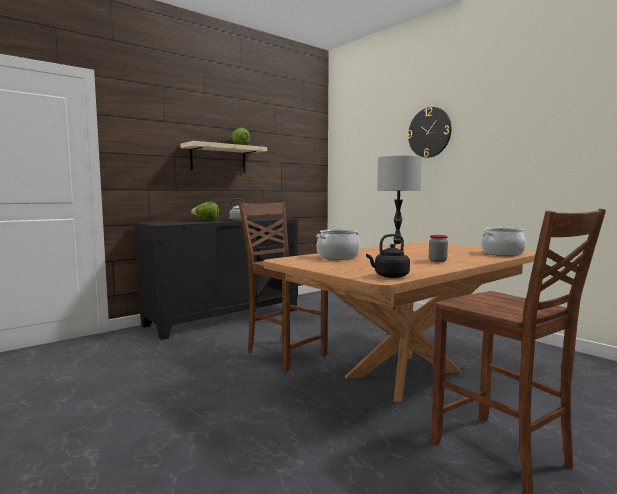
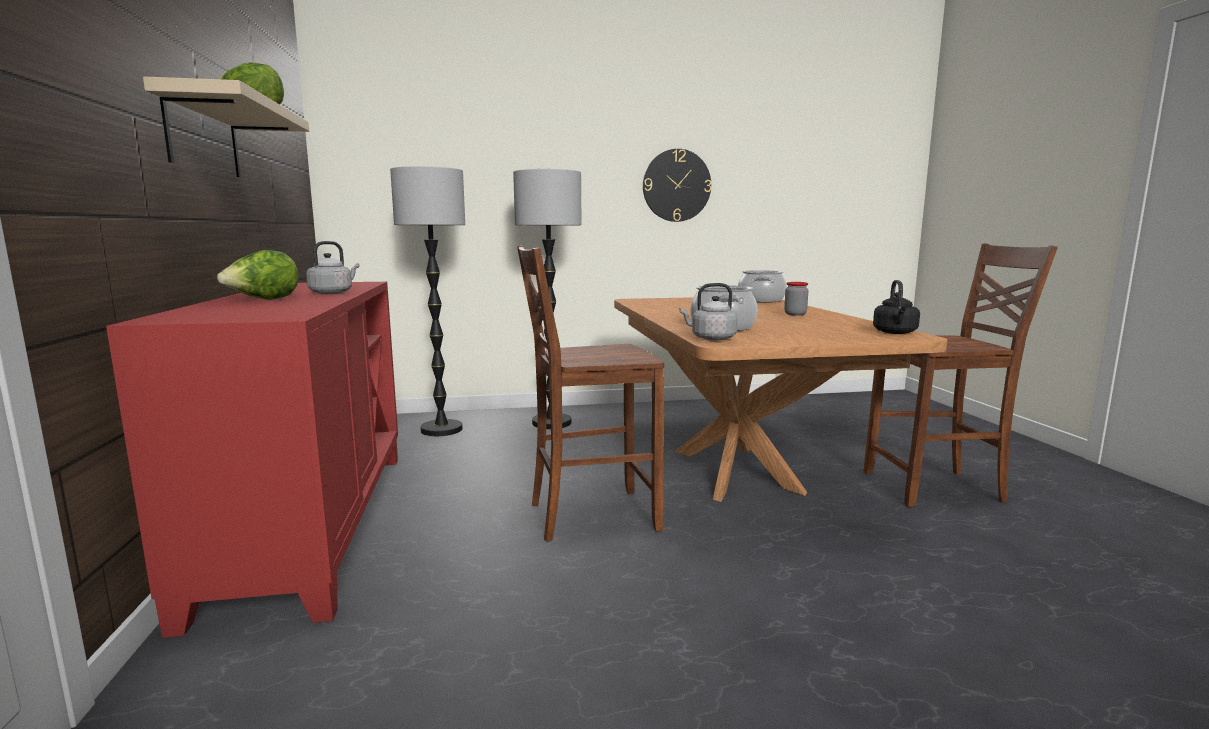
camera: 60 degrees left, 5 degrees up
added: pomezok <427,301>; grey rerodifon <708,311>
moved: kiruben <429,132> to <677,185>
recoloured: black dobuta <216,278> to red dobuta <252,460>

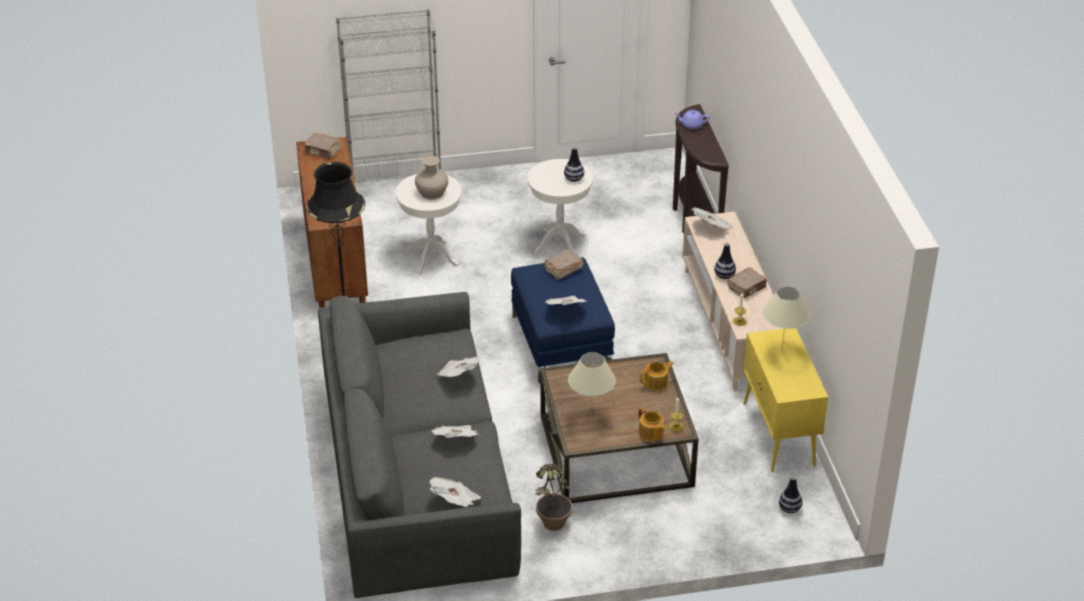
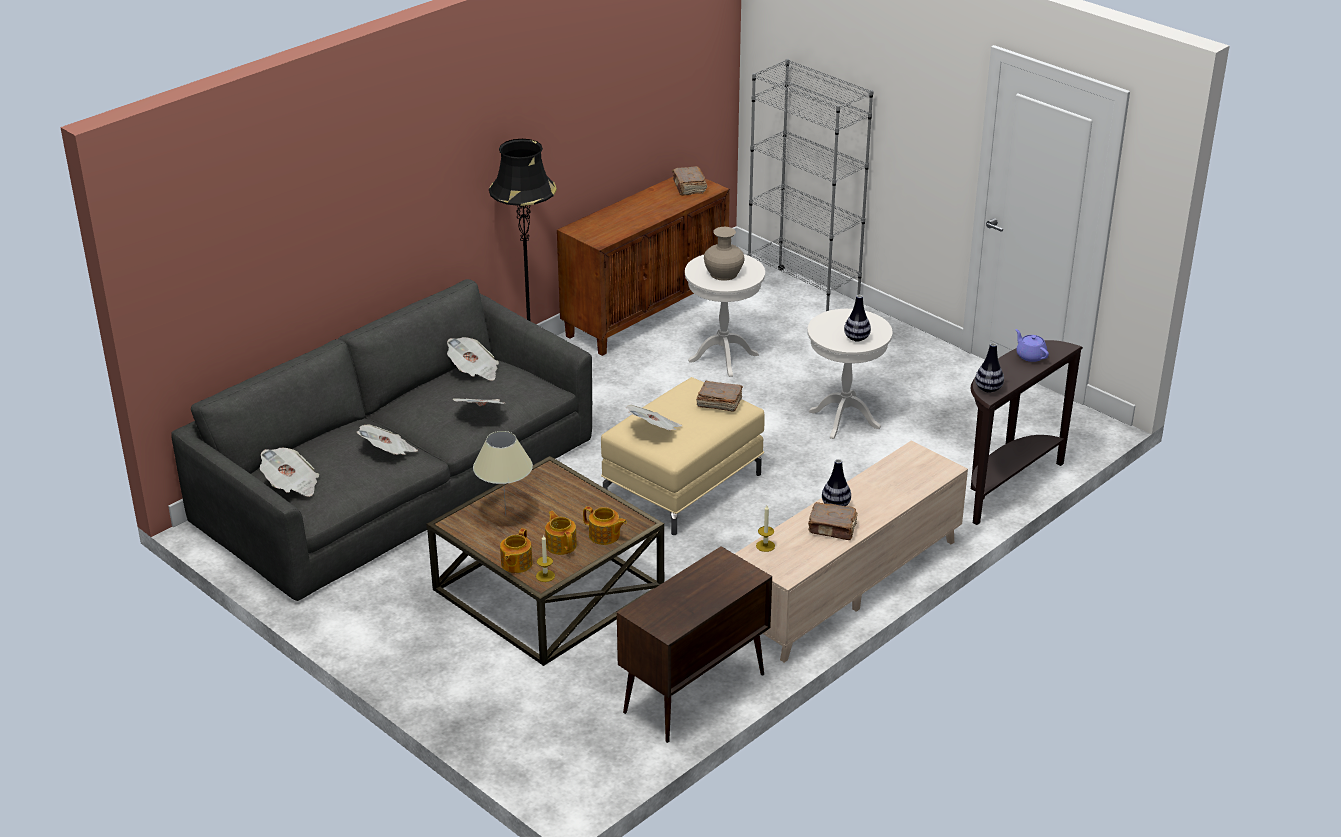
camera: 55 degrees right, 5 degrees down
removed: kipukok <553,497>; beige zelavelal <786,317>
added: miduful <561,533>
moved: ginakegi <711,218> to <473,359>; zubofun <791,494> to <989,368>
recoloured: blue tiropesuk <563,320> to beige tiropesuk <683,456>; yellow dobuta <785,400> to brown dobuta <694,644>

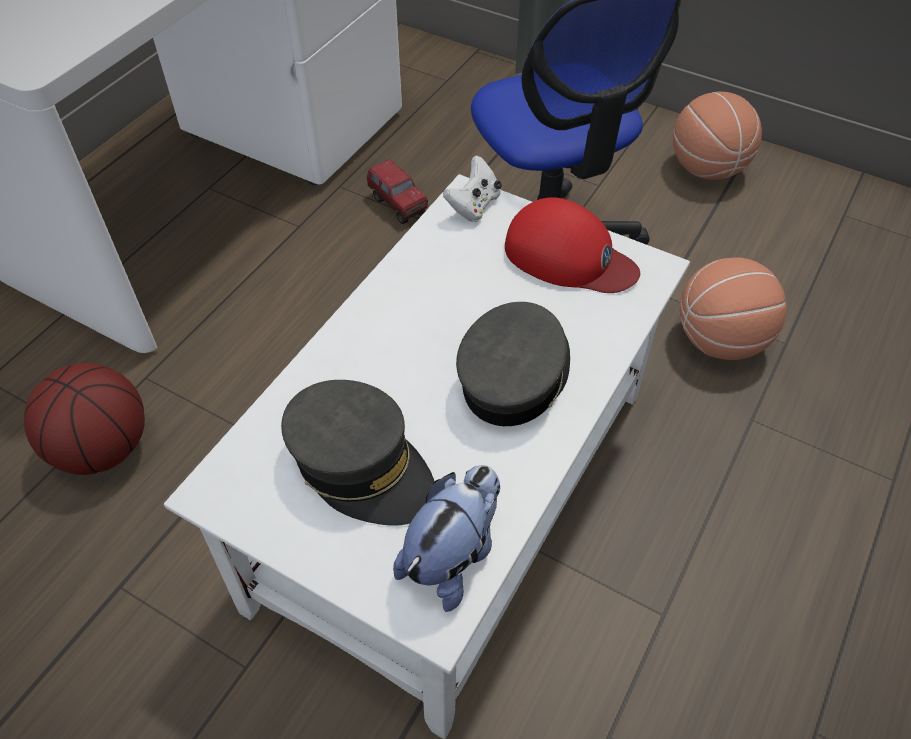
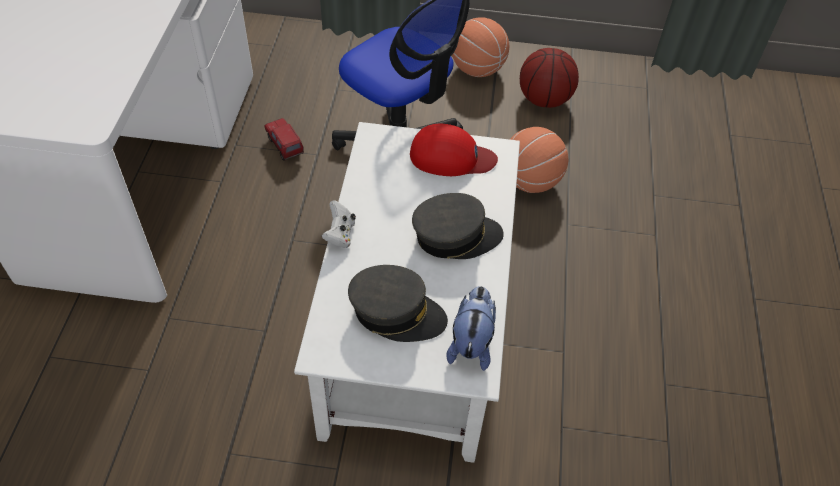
camera: 25 degrees left, 0 degrees up
moved: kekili <84,419> to <549,78>; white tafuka <472,188> to <339,224>
turned: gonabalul <397,192> = <284,139> 150 degrees counterclockwise; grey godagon <513,364> = <458,226> 75 degrees clockwise

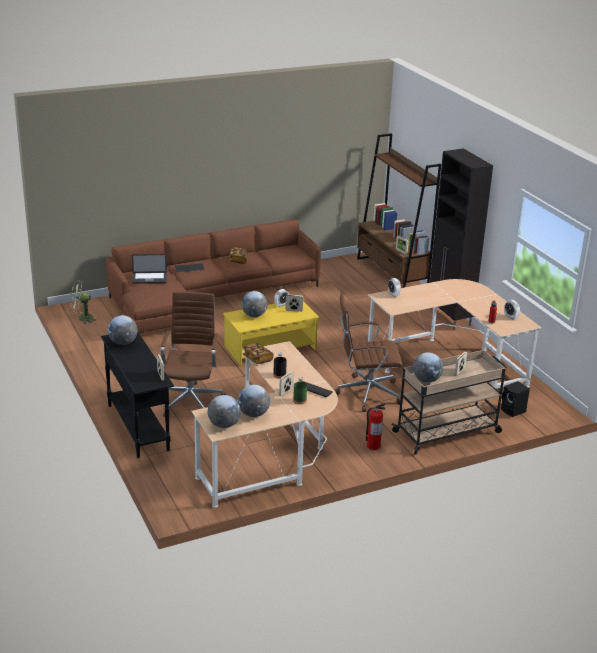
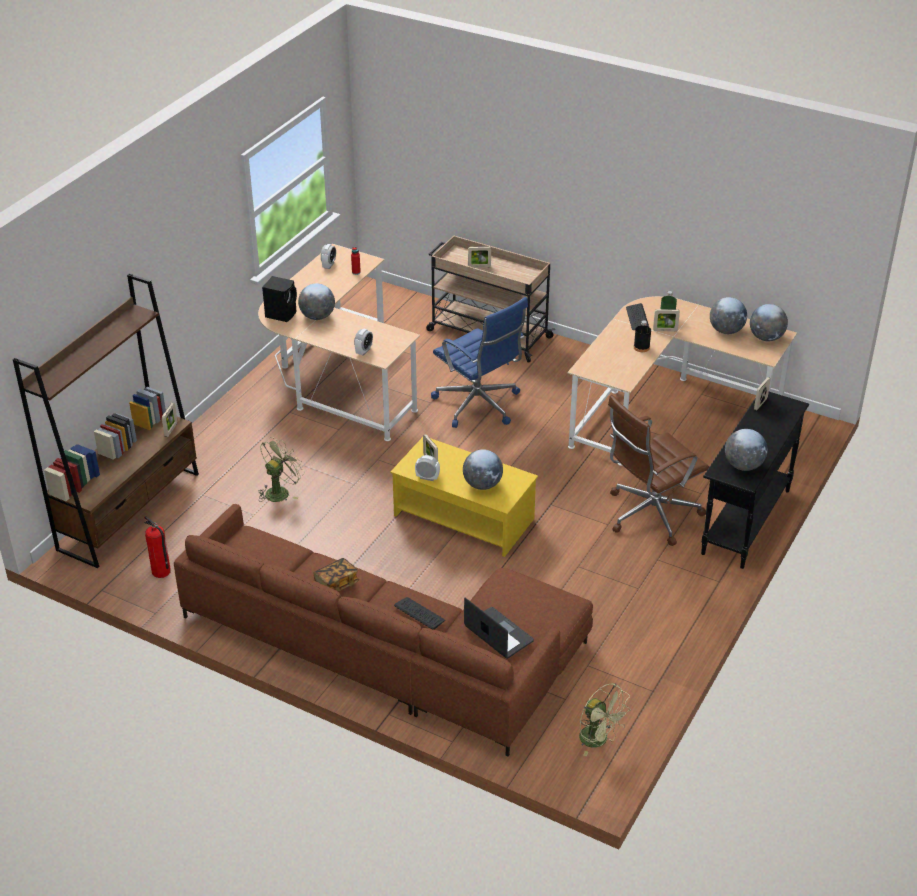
camera: 125 degrees left, 10 degrees up
removed: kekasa <258,353>; black dobuta <461,239>
added: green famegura <281,469>
moved: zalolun <375,427> to <157,547>; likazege <428,367> to <316,301>; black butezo <515,399> to <279,299>
recoloured: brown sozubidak <368,352> to blue sozubidak <479,362>

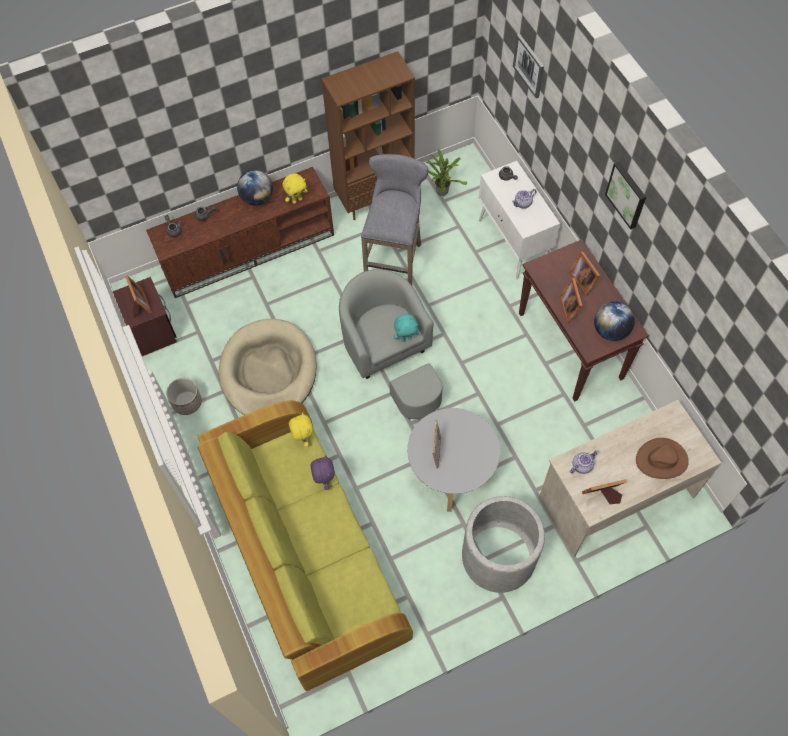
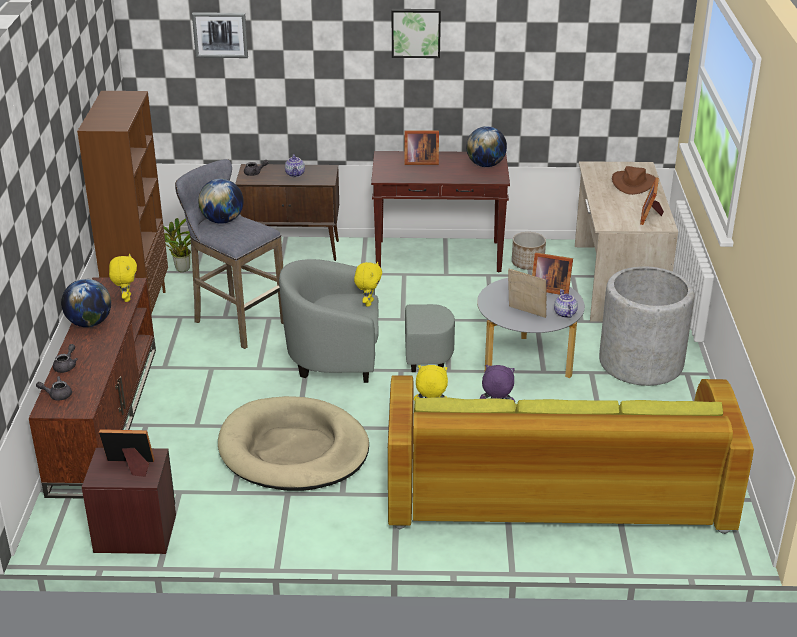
camera: 65 degrees left, 30 degrees down
added: likazege <221,201>
moved: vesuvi <184,396> to <529,251>; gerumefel <570,301> to <552,273>; miduful <584,462> to <566,303>
recoloured: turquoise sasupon <406,328> to yellow sasupon <368,284>; white dobuta <519,220> to brown dobuta <287,212>

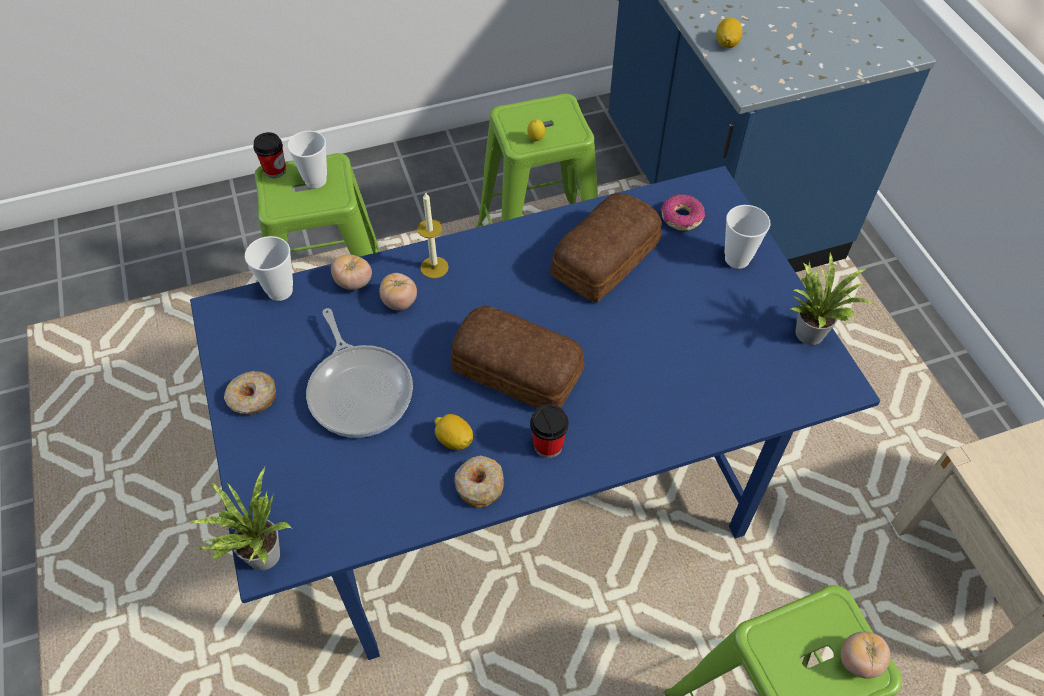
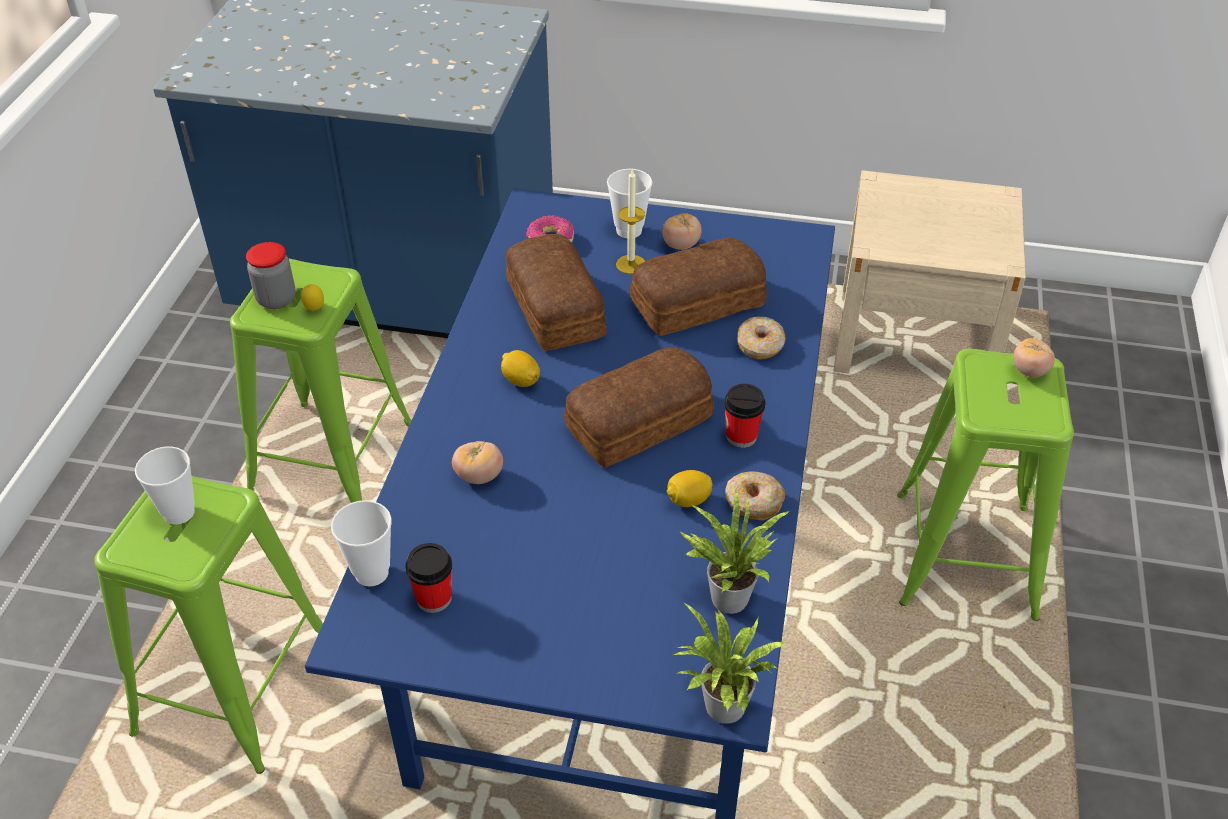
camera: 60 degrees left, 10 degrees down
removed: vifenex <359,373>
added: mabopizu <271,275>; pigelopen <698,286>
moved: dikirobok <250,393> to <761,337>; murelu <269,155> to <429,578>; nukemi <351,272> to <682,231>; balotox <433,235> to <630,222>; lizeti <729,33> to <520,368>; kipukok <832,299> to <734,551>

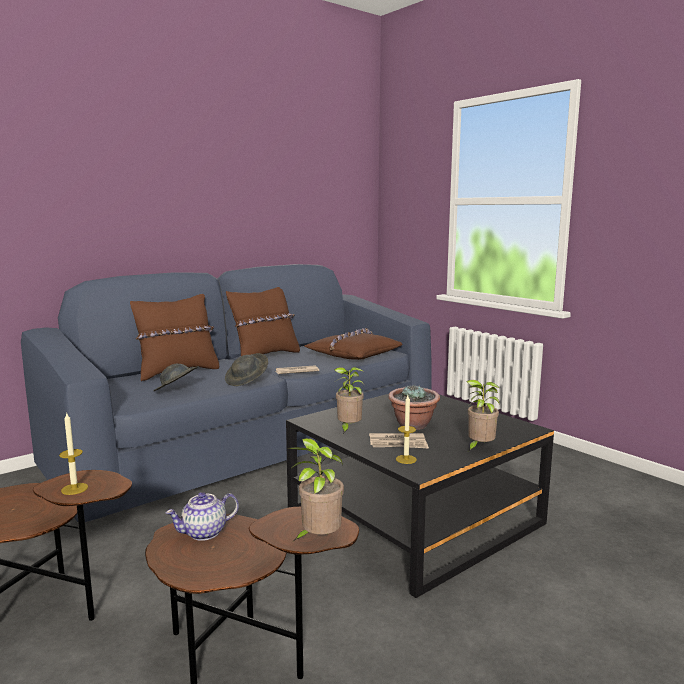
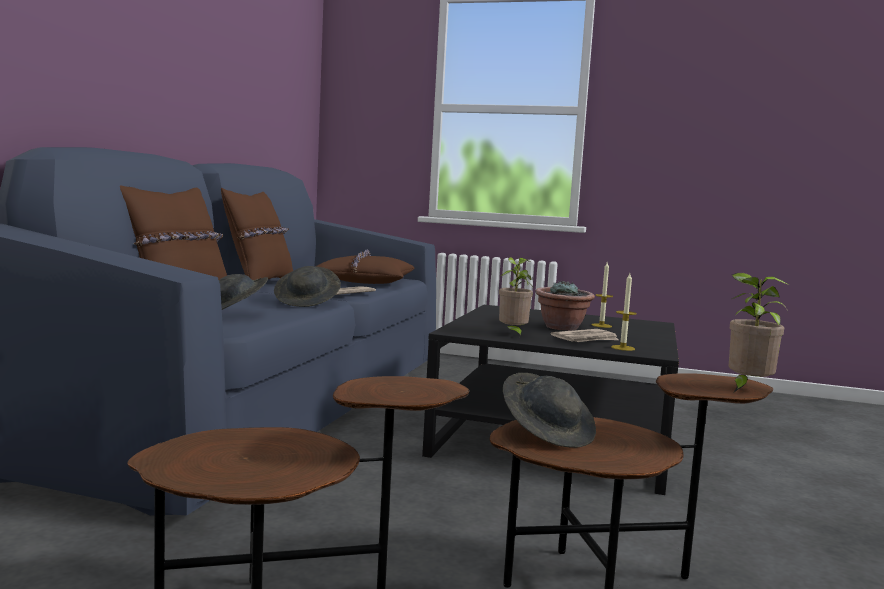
camera: 35 degrees left, 5 degrees down
removed: kipukok <483,415>
moved: balotox <73,454> to <602,295>
replaced: miduful <202,516> to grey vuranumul <549,410>

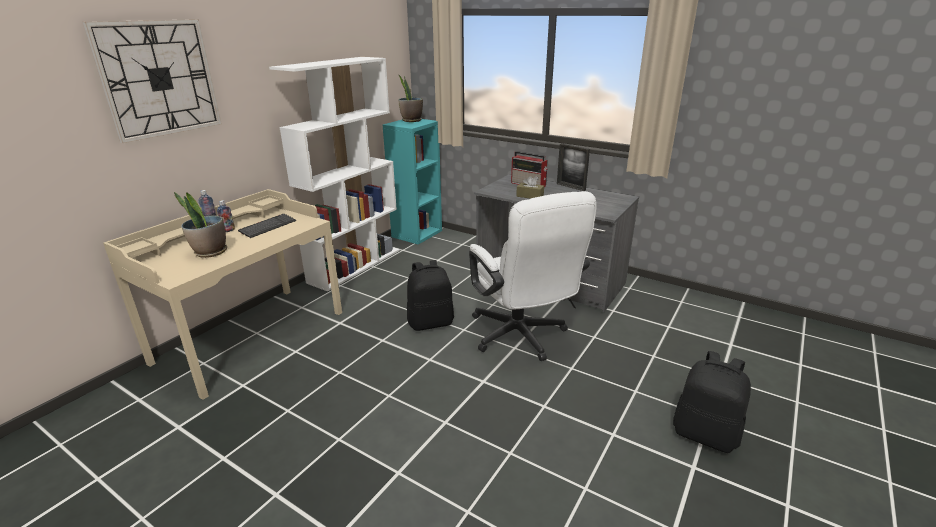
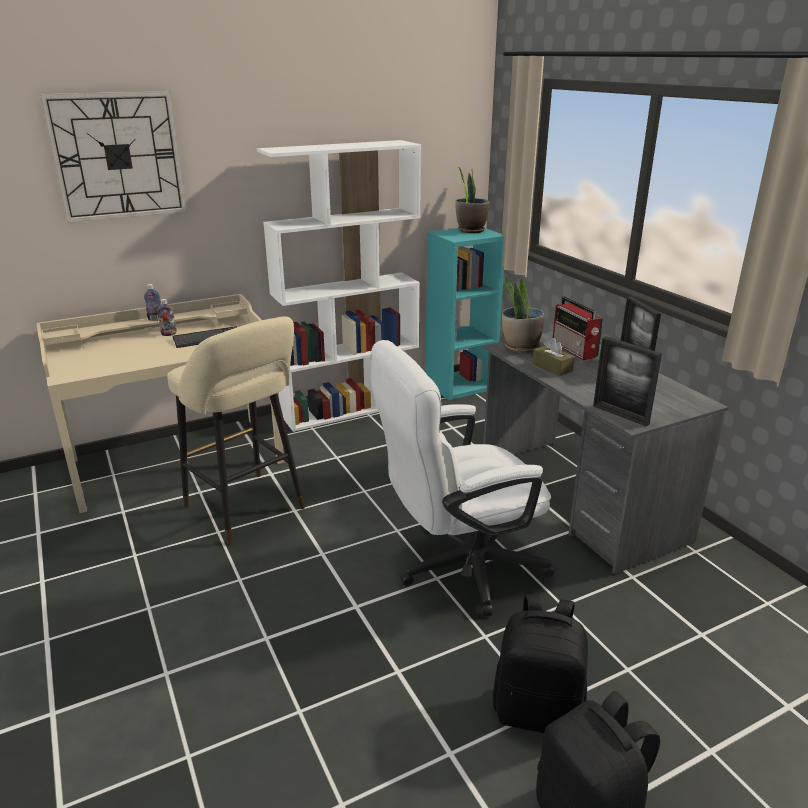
camera: 30 degrees right, 0 degrees up
added: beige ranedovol <236,430>; gerumefel <627,381>
moved: kipukok <200,225> to <523,314>; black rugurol <430,295> to <540,663>
turned: white sozubidak <533,276> = <462,478> 60 degrees clockwise

